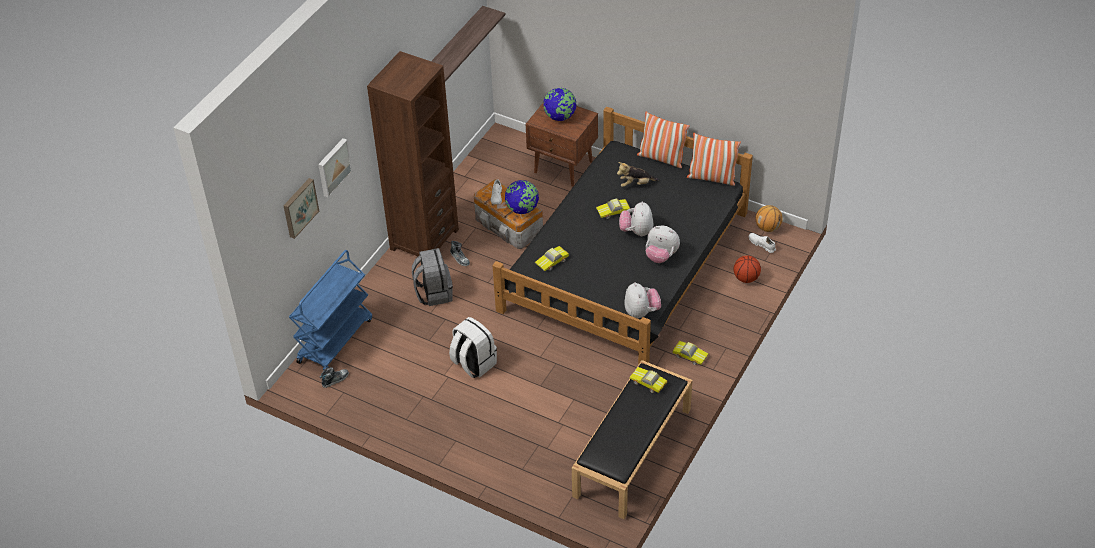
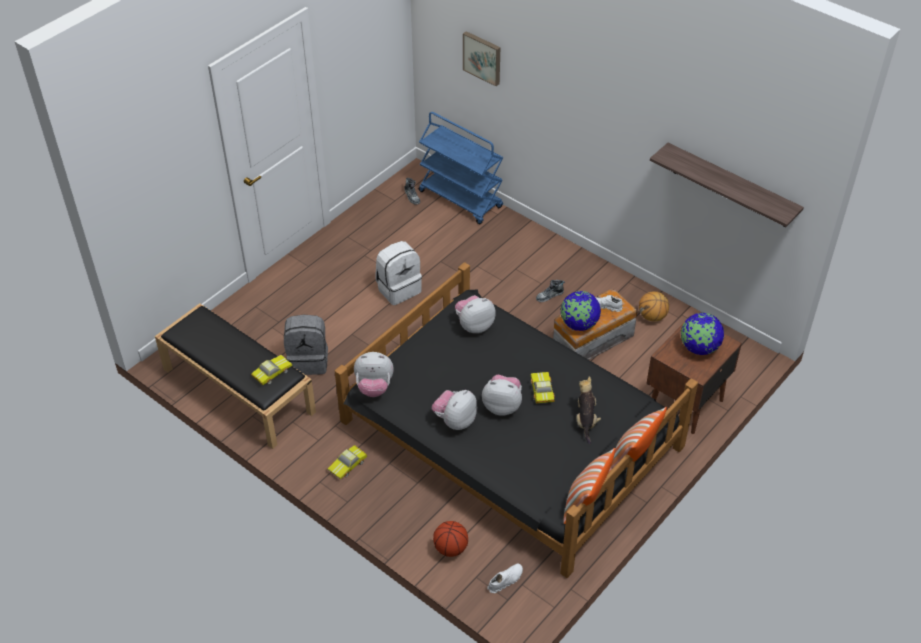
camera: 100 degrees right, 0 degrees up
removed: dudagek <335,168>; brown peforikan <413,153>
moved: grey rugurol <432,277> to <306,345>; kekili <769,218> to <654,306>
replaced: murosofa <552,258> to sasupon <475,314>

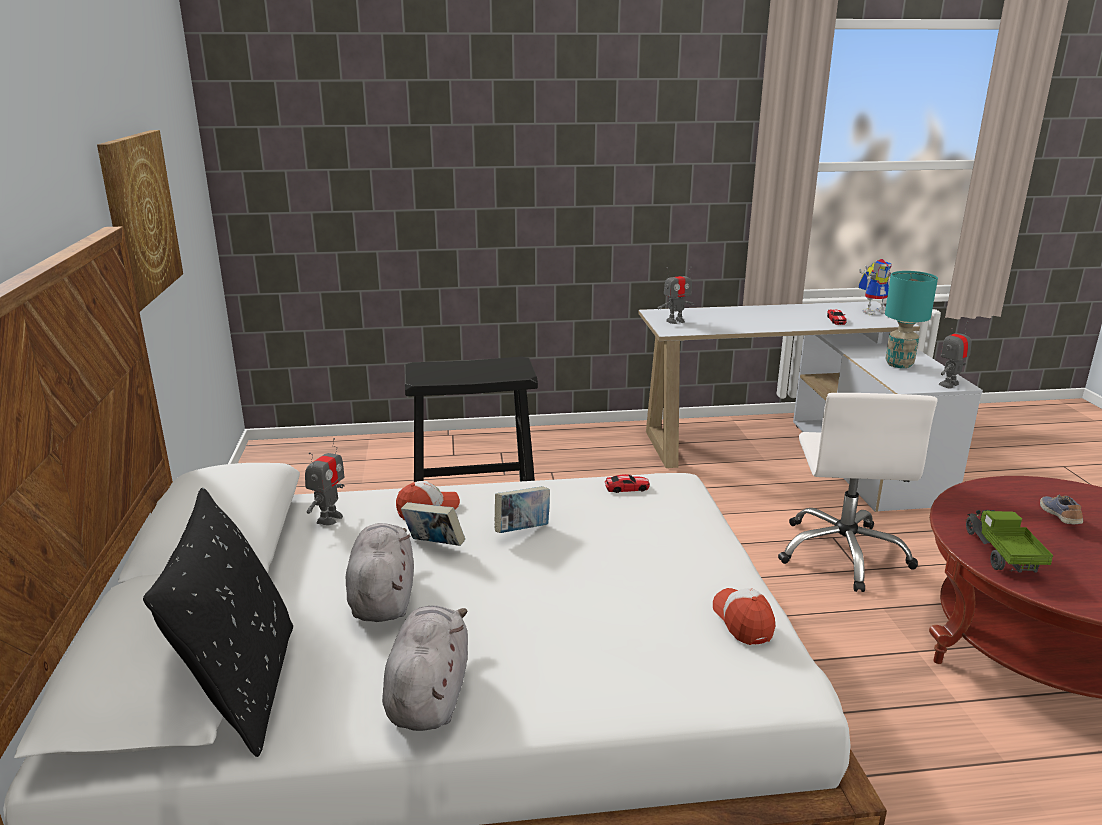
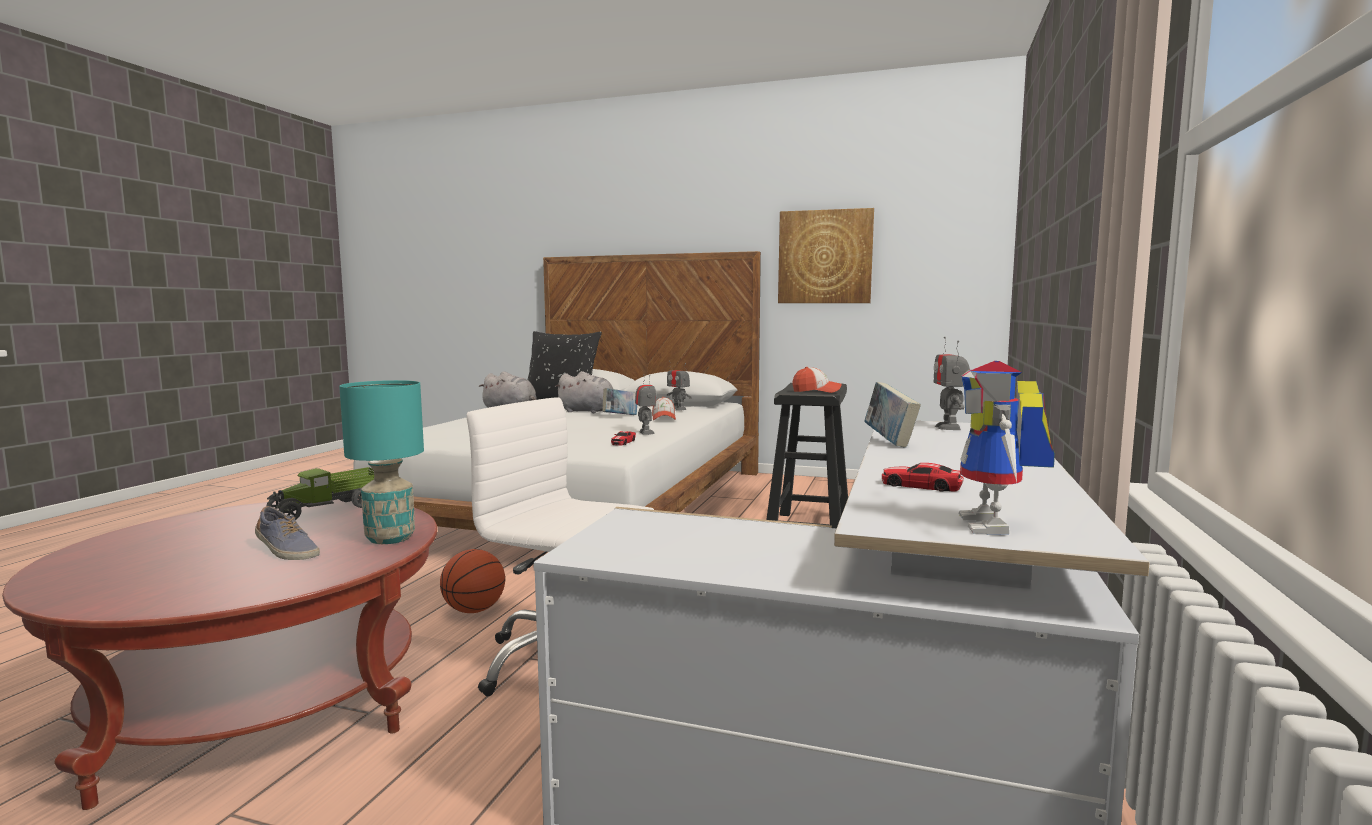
camera: 115 degrees right, 15 degrees down
added: kekili <472,581>
moved: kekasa <522,509> to <892,415>; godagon <744,616> to <817,380>; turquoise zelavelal <911,319> to <381,462>; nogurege <955,355> to <645,404>
turned: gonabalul <1009,541> = <320,493> 105 degrees clockwise

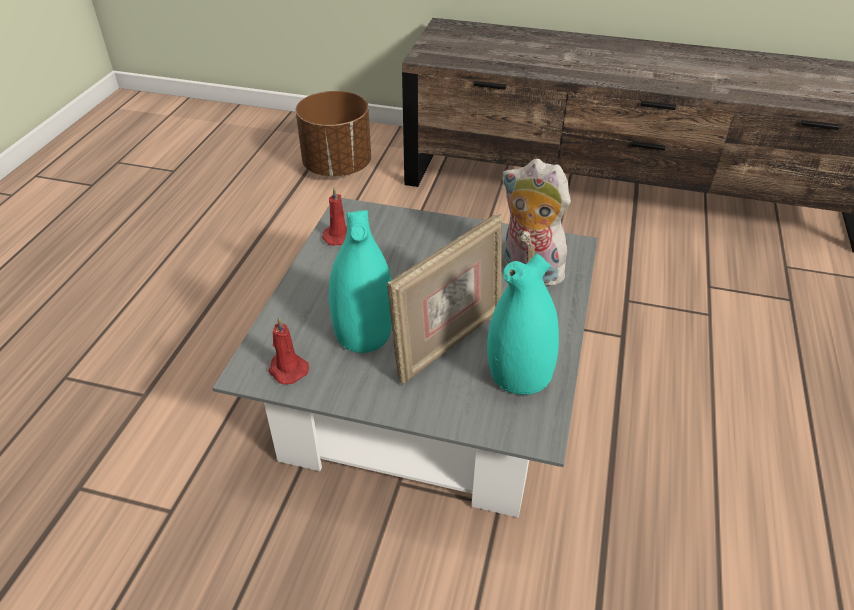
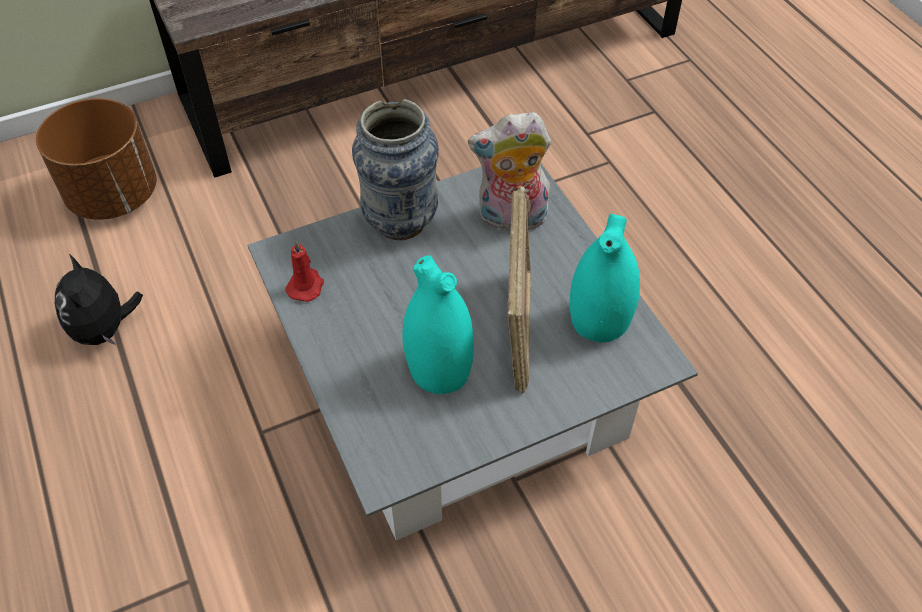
camera: 40 degrees left, 10 degrees up
removed: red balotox <288,350>
added: sasupon <99,300>; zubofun <395,169>

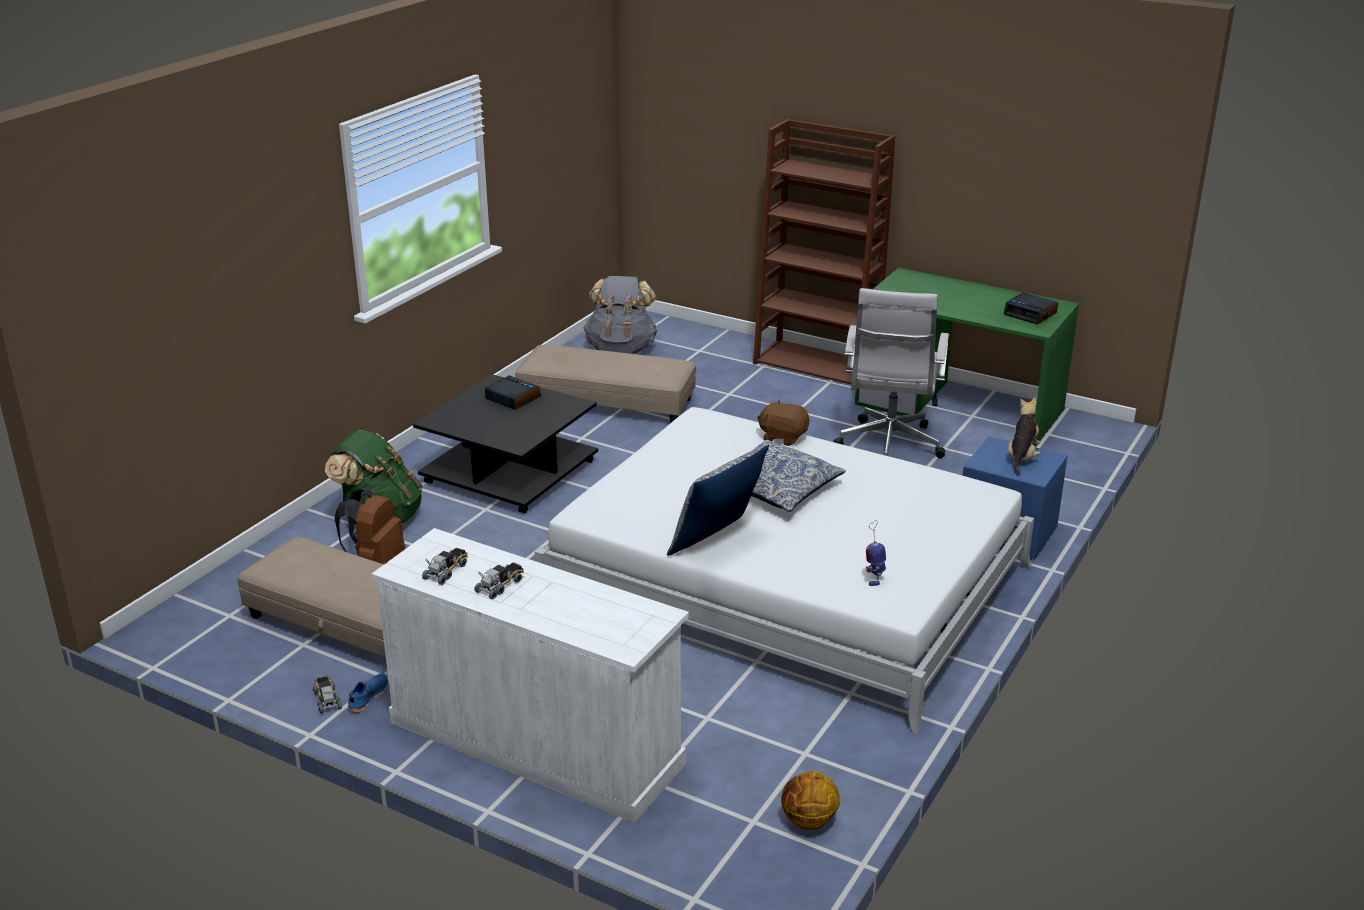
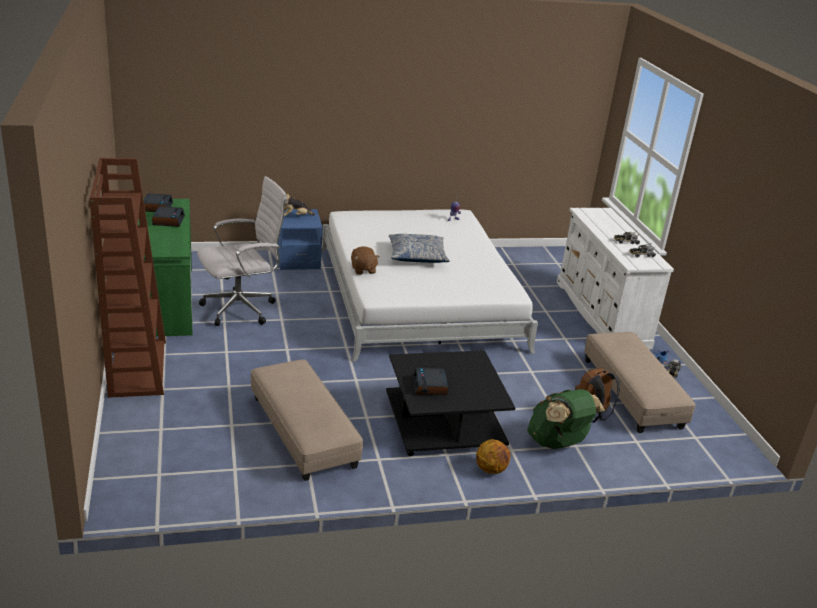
camera: 135 degrees left, 0 degrees up
removed: grey rugurol <620,315>; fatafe <718,500>
added: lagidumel <168,216>
moved: kekili <810,800> to <493,456>

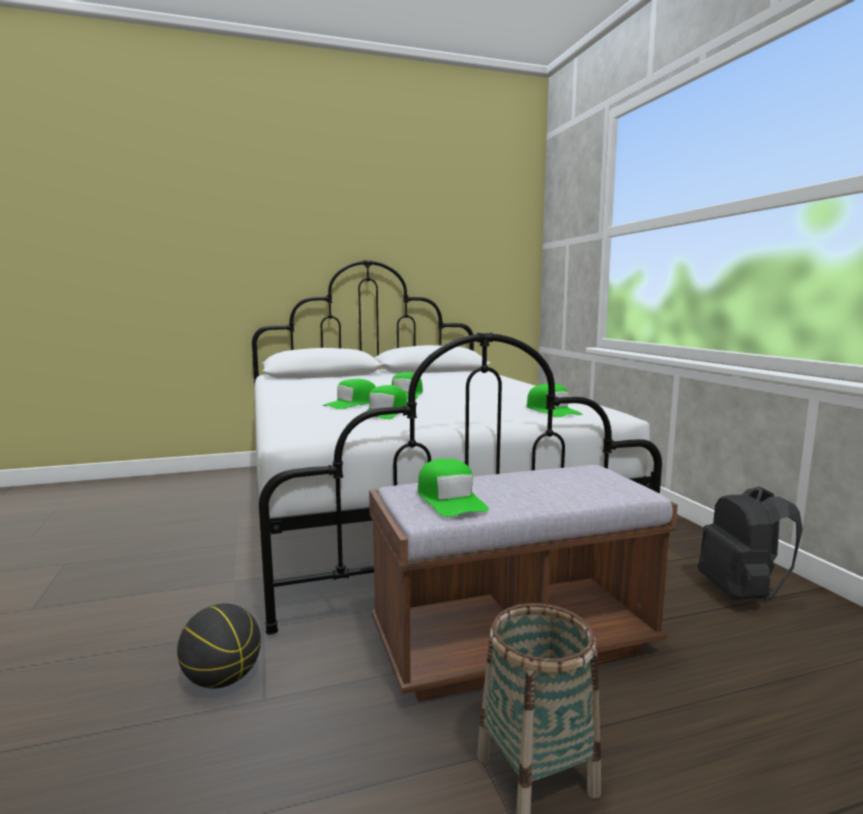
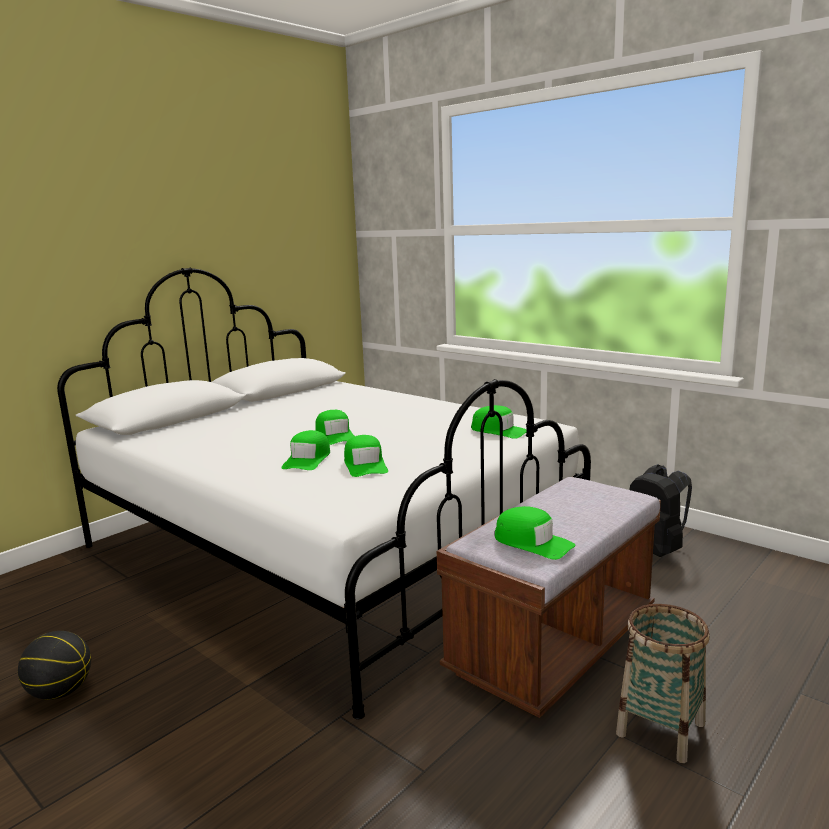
camera: 30 degrees left, 5 degrees up
moved: kekili <219,646> to <54,665>

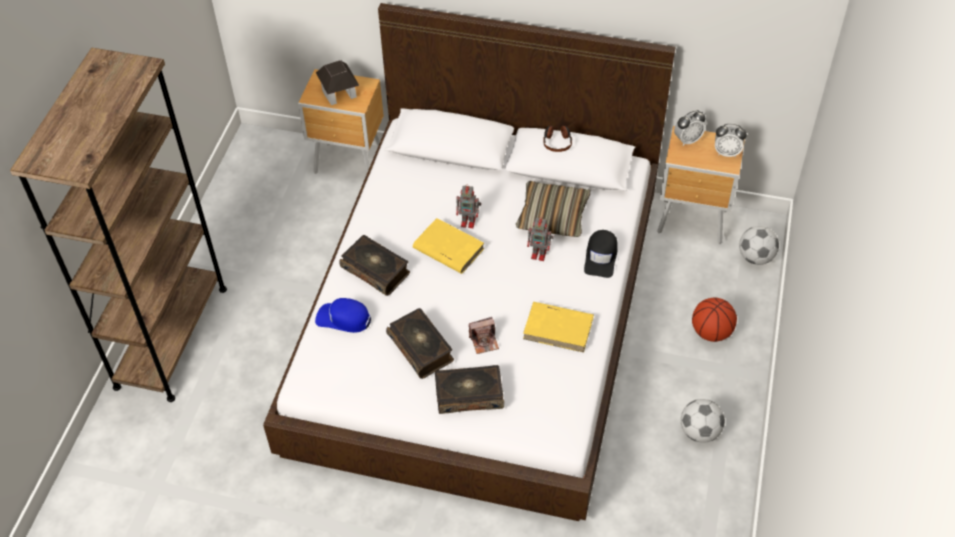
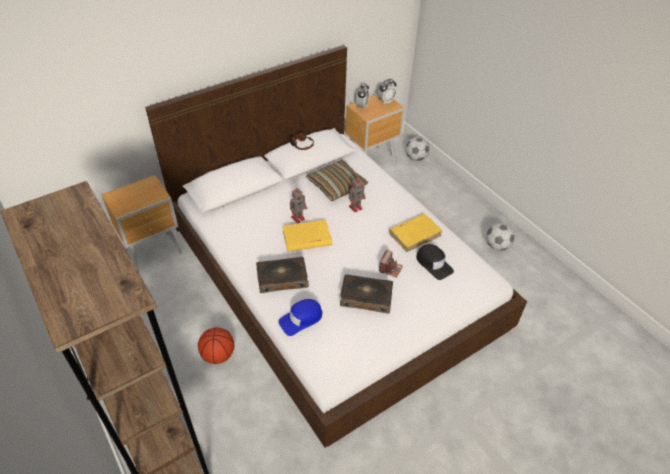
camera: 50 degrees left, 5 degrees down
removed: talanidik <338,82>; kekasa <469,389>
moved: black godagon <601,254> to <435,262>; kekili <714,319> to <216,345>

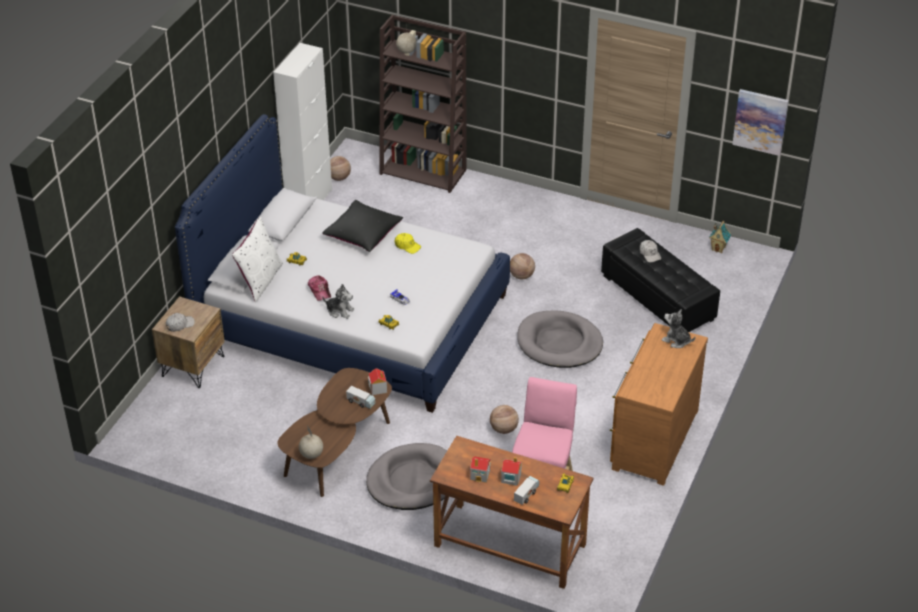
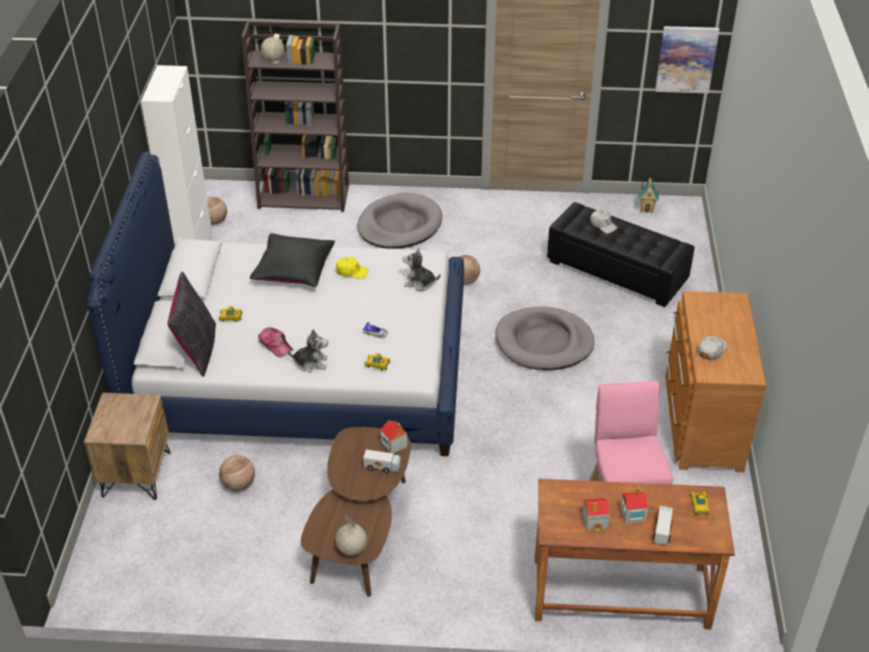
camera: 20 degrees left, 0 degrees up
moved: white godagon <180,322> to <712,348>; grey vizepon <406,476> to <399,221>; kekili <504,419> to <237,473>; sasupon <678,328> to <421,269>
recoloured: white fatafe <257,259> to black fatafe <191,324>

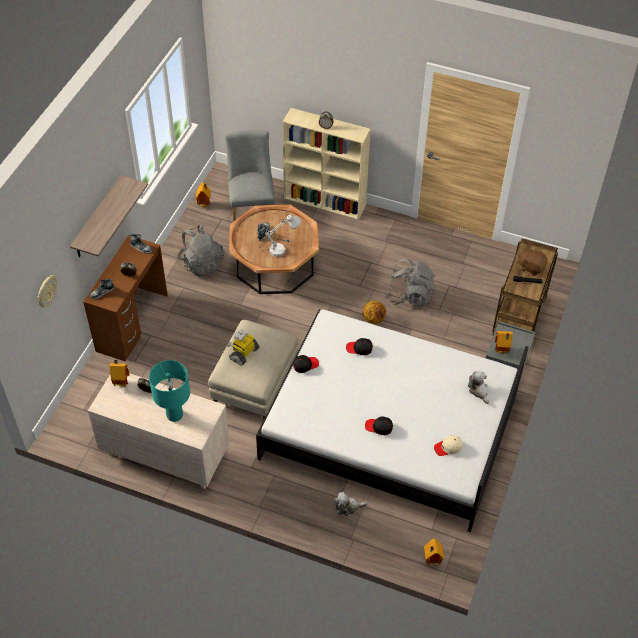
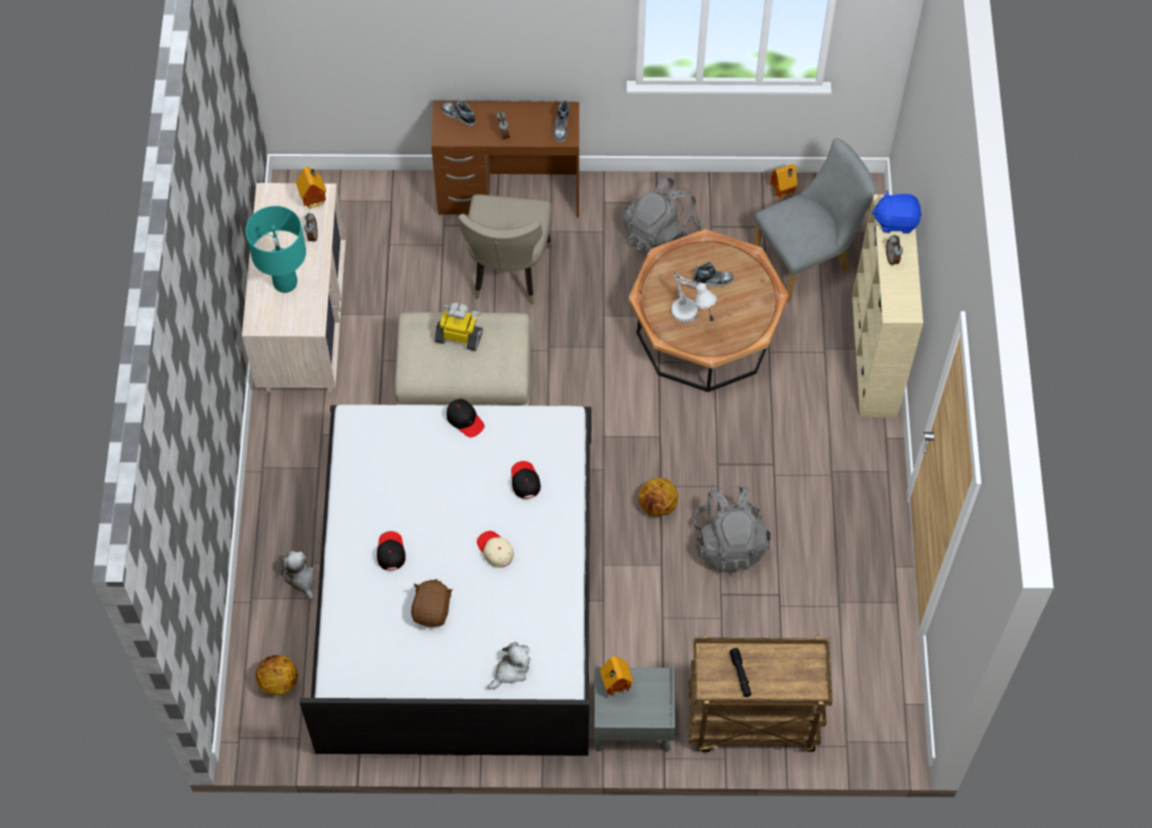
camera: 70 degrees right, 10 degrees up
removed: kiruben <48,291>; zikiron <109,216>; talanidik <434,553>
added: kekili <277,675>; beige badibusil <505,250>; blue sasupon <897,212>
moved: beige godagon <448,445> to <495,549>; brown sasupon <533,261> to <432,603>

